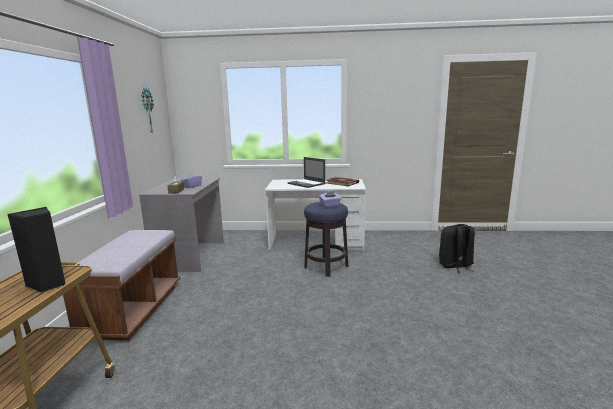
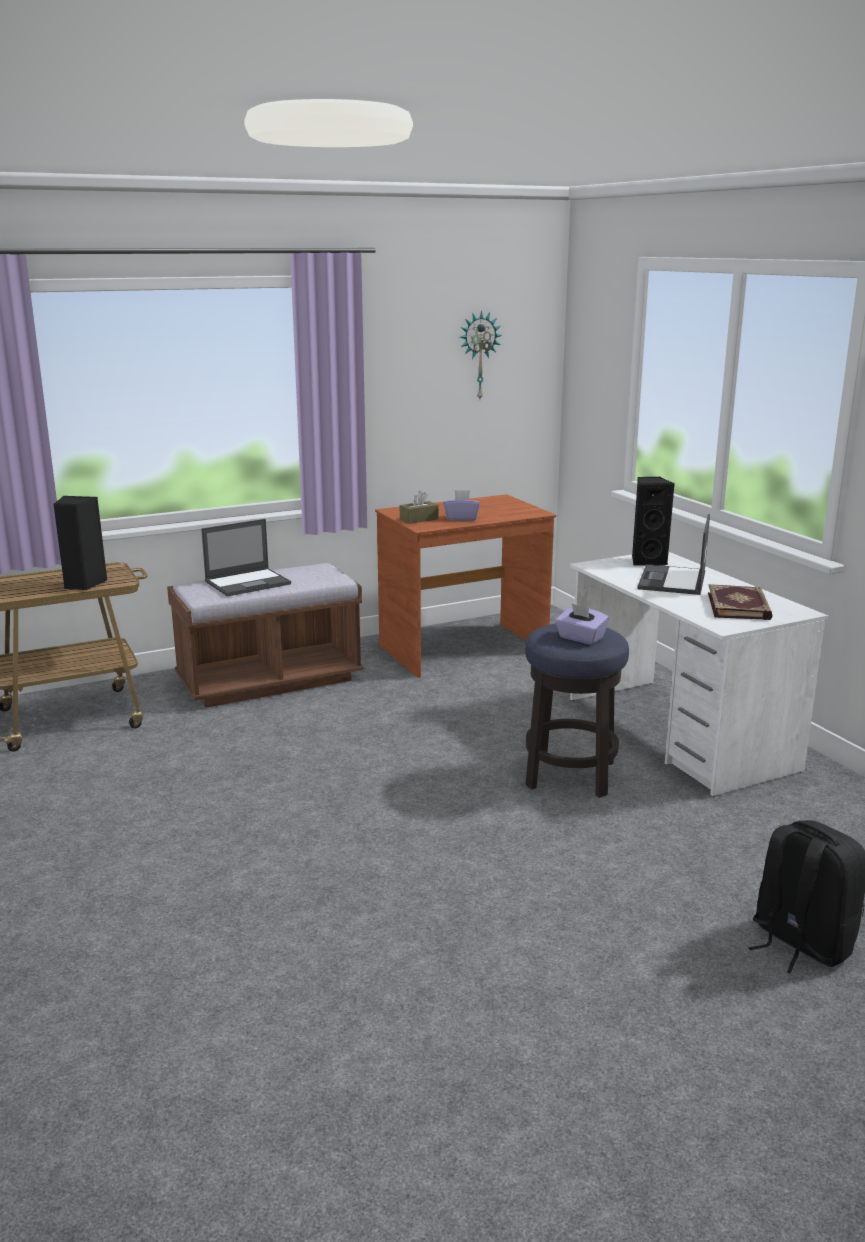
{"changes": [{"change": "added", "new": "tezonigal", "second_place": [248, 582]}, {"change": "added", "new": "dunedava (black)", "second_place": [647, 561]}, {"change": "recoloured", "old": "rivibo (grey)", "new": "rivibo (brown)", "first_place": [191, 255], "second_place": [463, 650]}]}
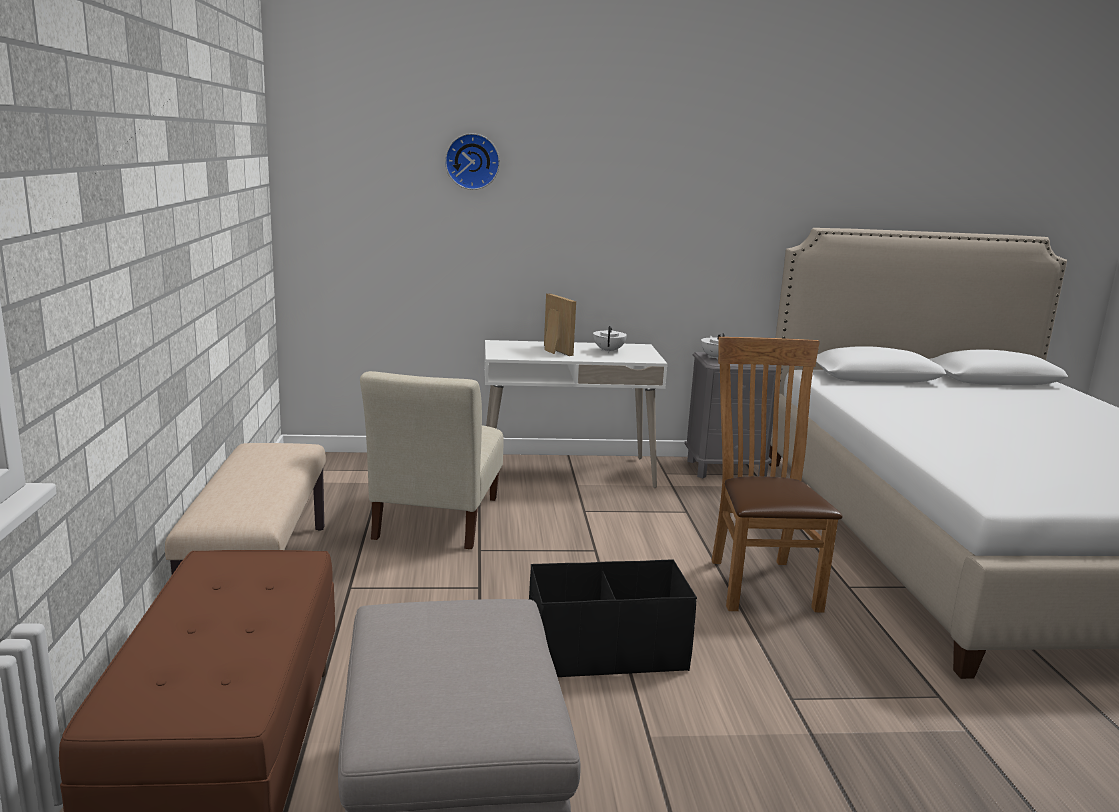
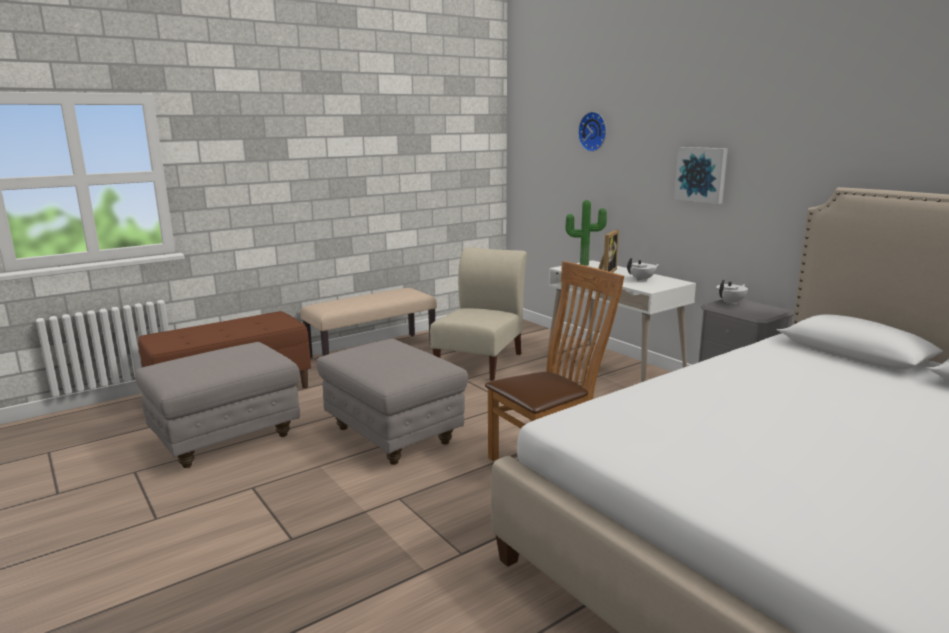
{"changes": [{"change": "added", "new": "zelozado", "second_place": [584, 264]}, {"change": "added", "new": "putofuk", "second_place": [701, 174]}, {"change": "replaced", "old": "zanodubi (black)", "new": "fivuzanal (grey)", "first_place": [605, 652], "second_place": [392, 436]}, {"change": "turned", "old": "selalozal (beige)", "first_place": [435, 521], "second_place": [481, 361], "degrees": 135}]}
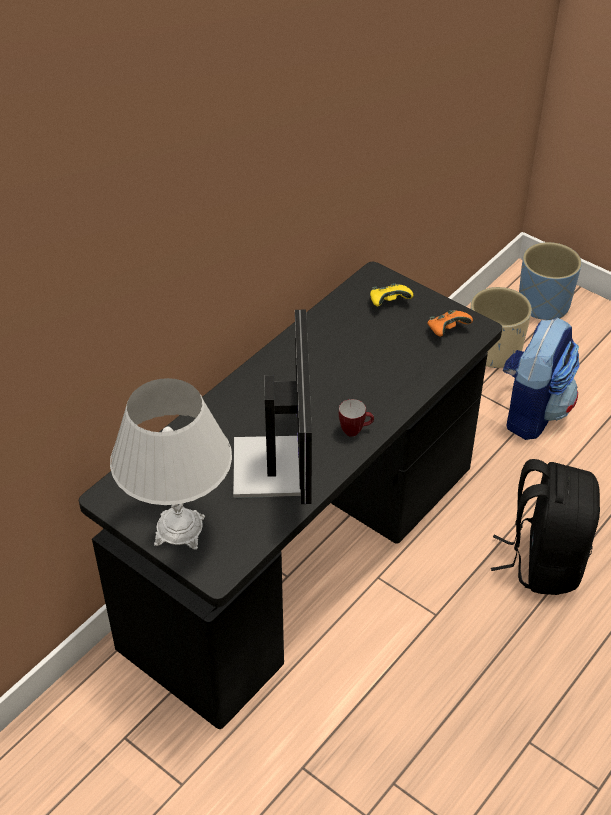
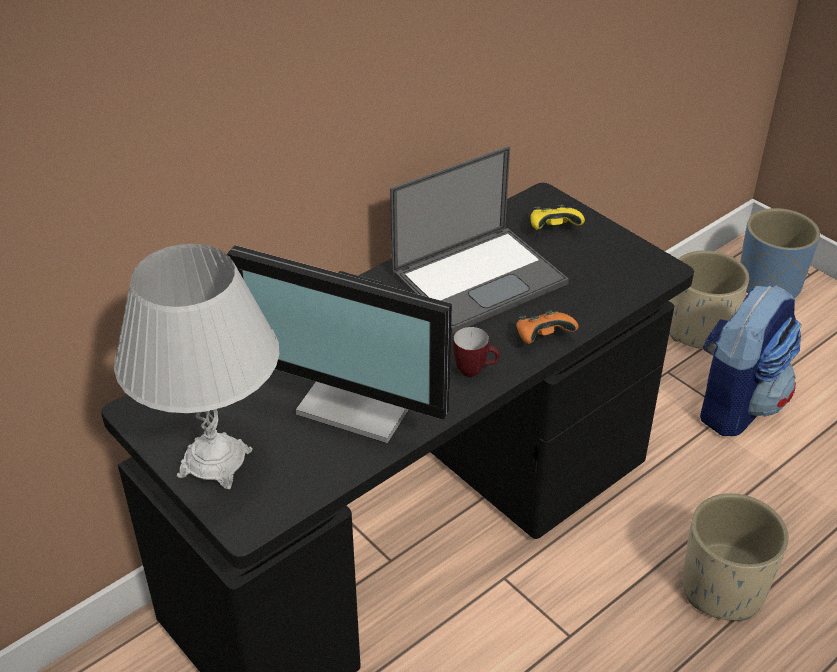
{"changes": [{"change": "added", "new": "tezonigal", "second_place": [480, 278]}, {"change": "moved", "old": "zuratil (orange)", "first_place": [447, 330], "second_place": [543, 338]}, {"change": "replaced", "old": "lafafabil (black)", "new": "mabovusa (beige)", "first_place": [543, 561], "second_place": [722, 588]}, {"change": "turned", "old": "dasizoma", "first_place": [276, 466], "second_place": [362, 400], "degrees": 105}]}
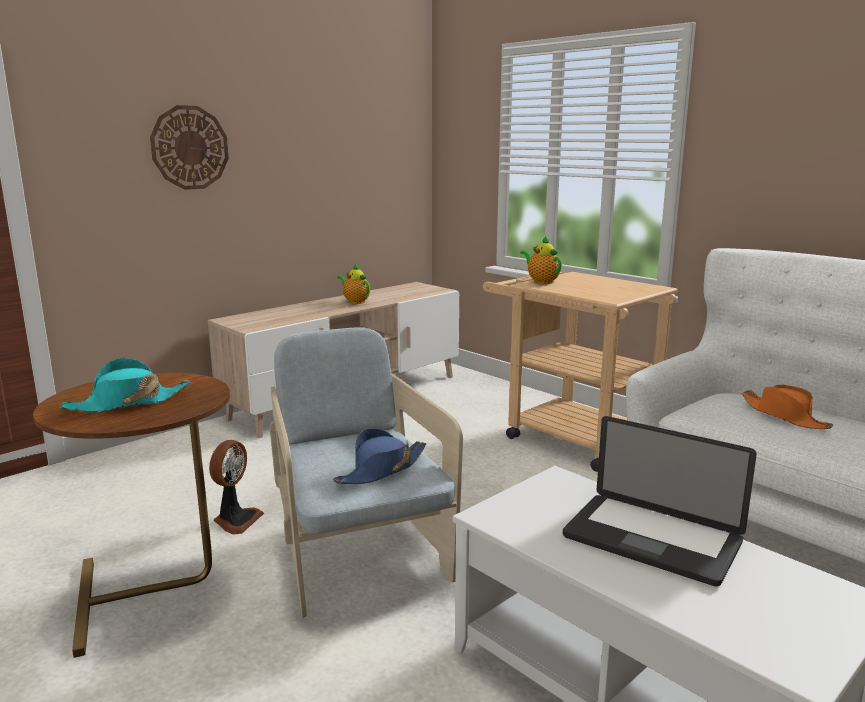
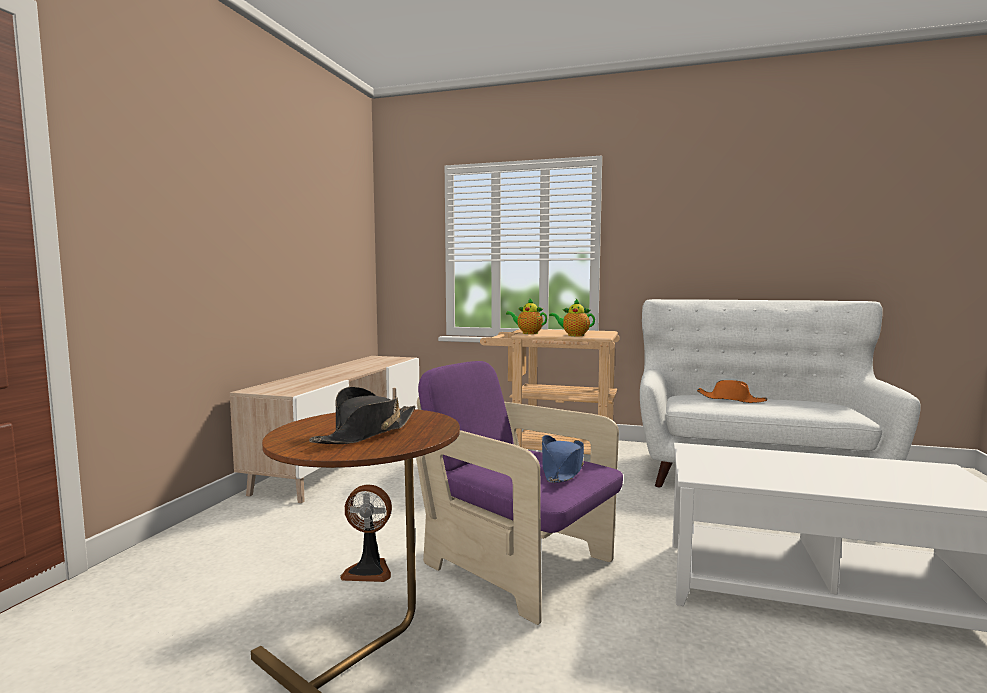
{"changes": [{"change": "removed", "old": "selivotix", "first_place": [190, 148]}, {"change": "removed", "old": "tezonigal", "first_place": [651, 540]}, {"change": "moved", "old": "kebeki", "first_place": [355, 301], "second_place": [573, 335]}, {"change": "recoloured", "old": "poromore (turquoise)", "new": "poromore (black)", "first_place": [127, 403], "second_place": [367, 433]}, {"change": "recoloured", "old": "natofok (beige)", "new": "natofok (purple)", "first_place": [359, 556], "second_place": [517, 565]}, {"change": "turned", "old": "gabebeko", "first_place": [236, 520], "second_place": [369, 570], "degrees": 105}]}
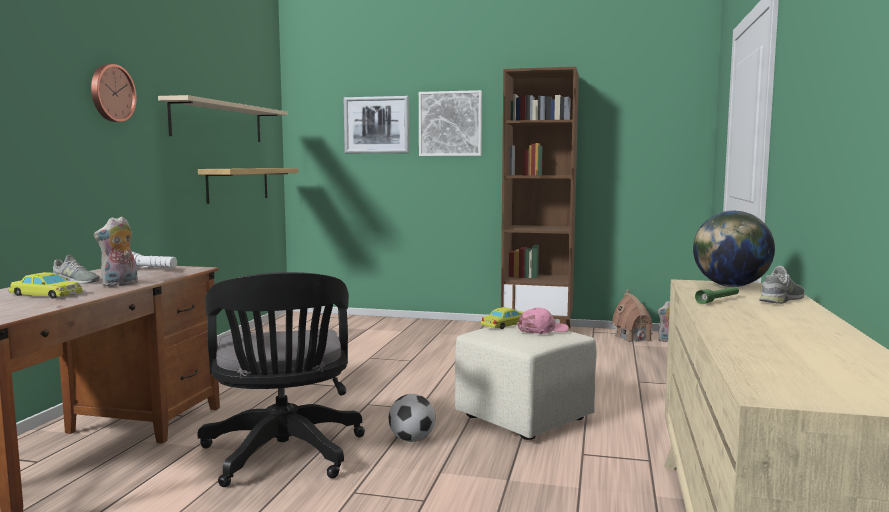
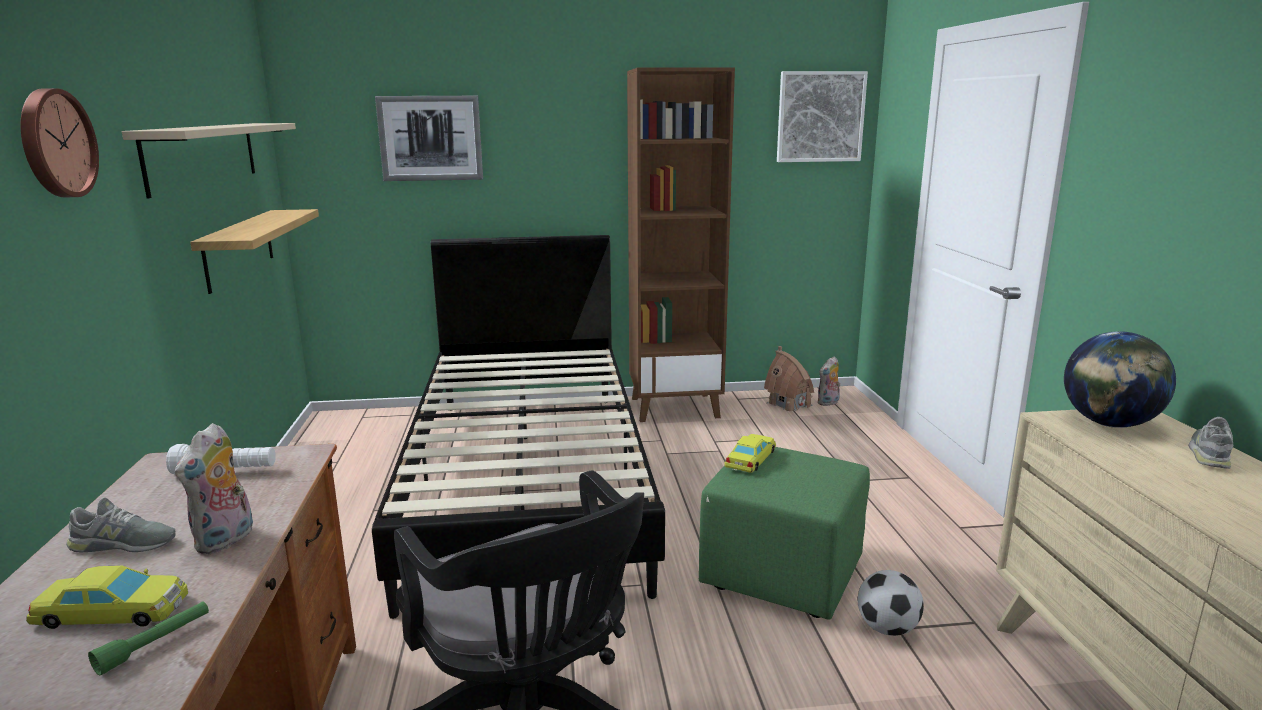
{"changes": [{"change": "removed", "old": "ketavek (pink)", "first_place": [542, 330]}, {"change": "added", "new": "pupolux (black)", "second_place": [528, 479]}, {"change": "moved", "old": "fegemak", "first_place": [412, 440], "second_place": [887, 629]}, {"change": "moved", "old": "putofuk", "first_place": [450, 123], "second_place": [820, 117]}, {"change": "moved", "old": "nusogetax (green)", "first_place": [718, 300], "second_place": [155, 644]}, {"change": "recoloured", "old": "fivuzanal (beige)", "new": "fivuzanal (green)", "first_place": [522, 417], "second_place": [779, 574]}]}
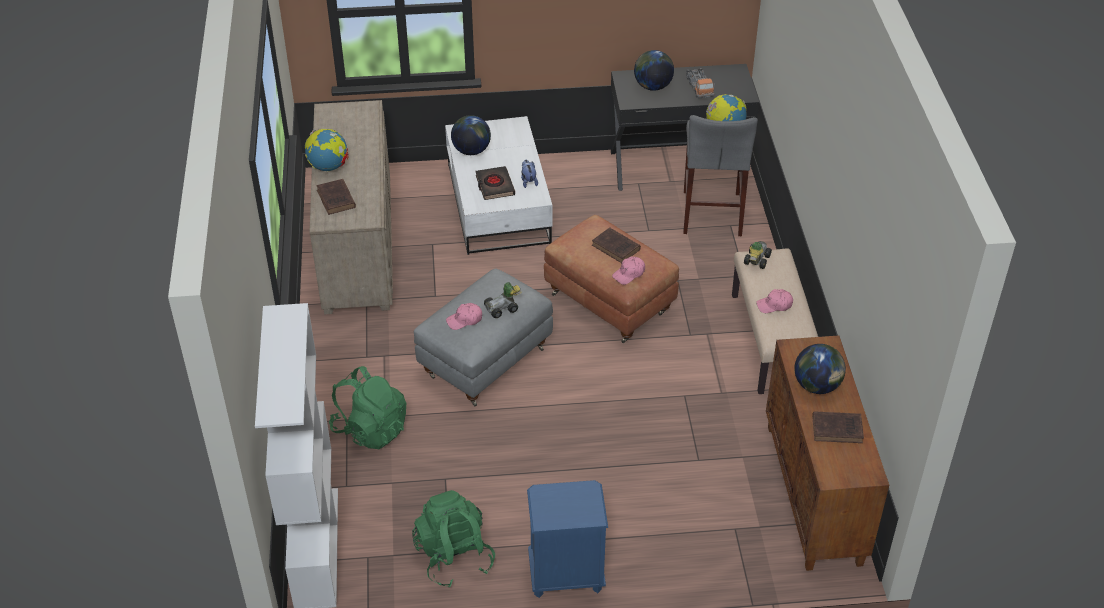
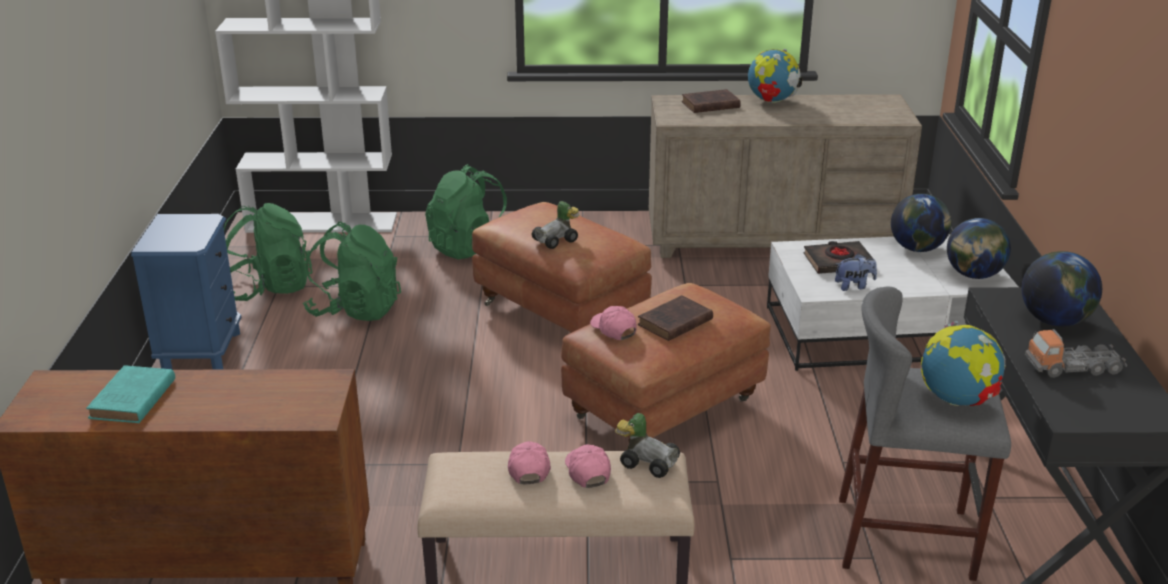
{"changes": [{"change": "added", "new": "lafafabil (green)", "second_place": [355, 310]}, {"change": "moved", "old": "ketavek (pink)", "first_place": [464, 320], "second_place": [587, 471]}, {"change": "moved", "old": "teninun", "first_place": [817, 386], "second_place": [973, 275]}, {"change": "recoloured", "old": "fivuzanal (grey)", "new": "fivuzanal (brown)", "first_place": [485, 361], "second_place": [562, 314]}, {"change": "recoloured", "old": "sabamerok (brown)", "new": "sabamerok (turquoise)", "first_place": [838, 429], "second_place": [132, 400]}, {"change": "turned", "old": "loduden", "first_place": [503, 308], "second_place": [557, 240], "degrees": -105}]}
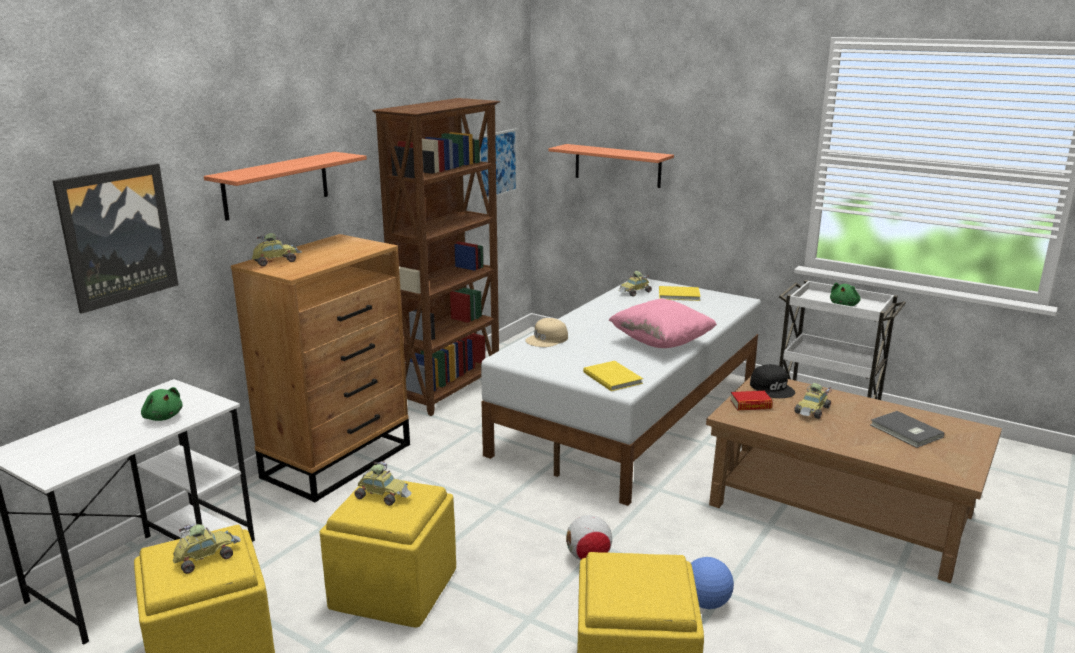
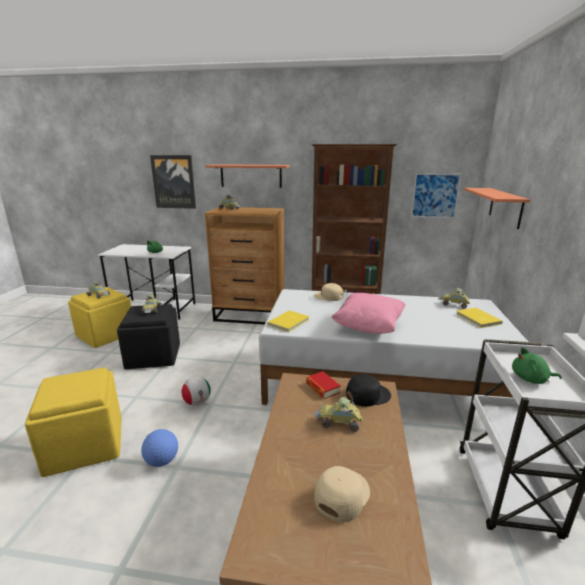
{"changes": [{"change": "replaced", "old": "sabamerok (grey)", "new": "ketavek (beige)", "first_place": [906, 432], "second_place": [341, 494]}, {"change": "recoloured", "old": "fivuzanal (yellow)", "new": "fivuzanal (black)", "first_place": [393, 588], "second_place": [154, 355]}, {"change": "turned", "old": "ketavek (black)", "first_place": [772, 388], "second_place": [367, 394], "degrees": -150}]}
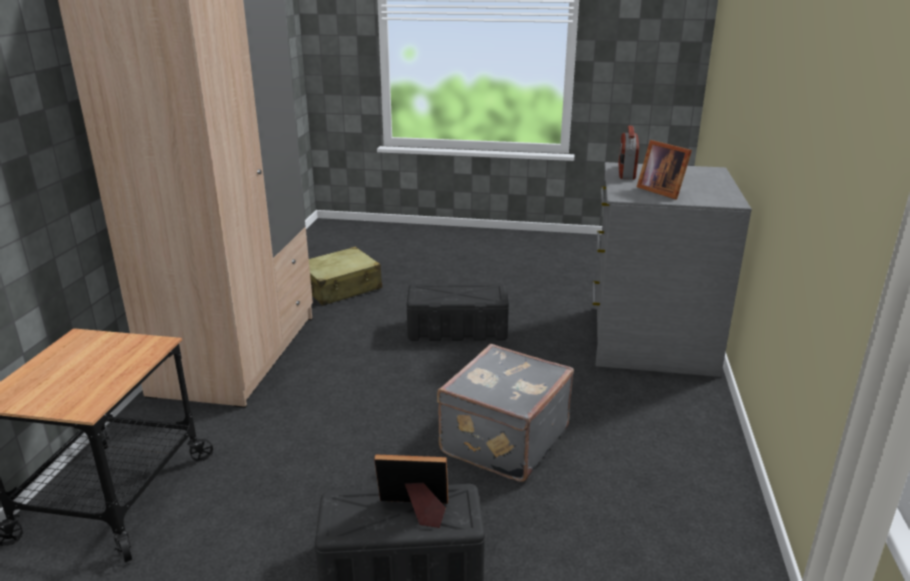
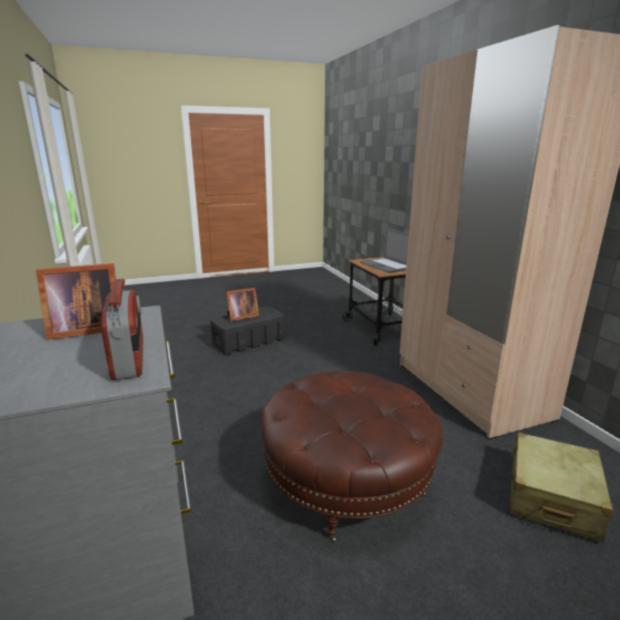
{"changes": [{"change": "removed", "old": "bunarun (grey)", "first_place": [502, 440]}, {"change": "added", "new": "tezonigal", "second_place": [386, 266]}, {"change": "replaced", "old": "zanodubi (black)", "new": "fivuzanal (brown)", "first_place": [458, 330], "second_place": [347, 479]}, {"change": "turned", "old": "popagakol", "first_place": [661, 191], "second_place": [84, 330], "degrees": 135}]}
